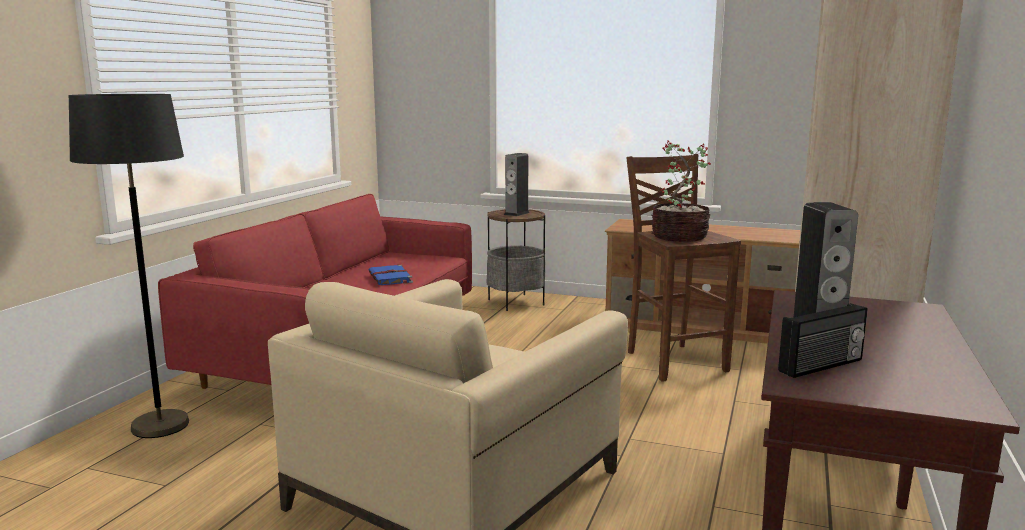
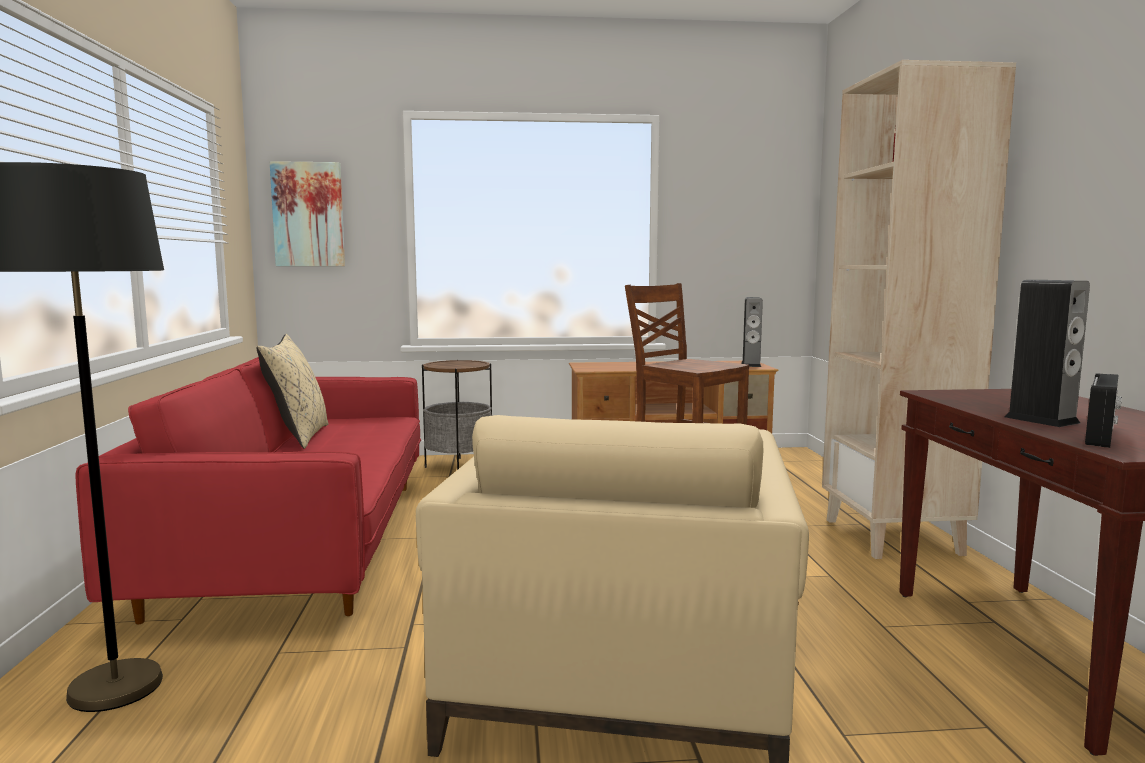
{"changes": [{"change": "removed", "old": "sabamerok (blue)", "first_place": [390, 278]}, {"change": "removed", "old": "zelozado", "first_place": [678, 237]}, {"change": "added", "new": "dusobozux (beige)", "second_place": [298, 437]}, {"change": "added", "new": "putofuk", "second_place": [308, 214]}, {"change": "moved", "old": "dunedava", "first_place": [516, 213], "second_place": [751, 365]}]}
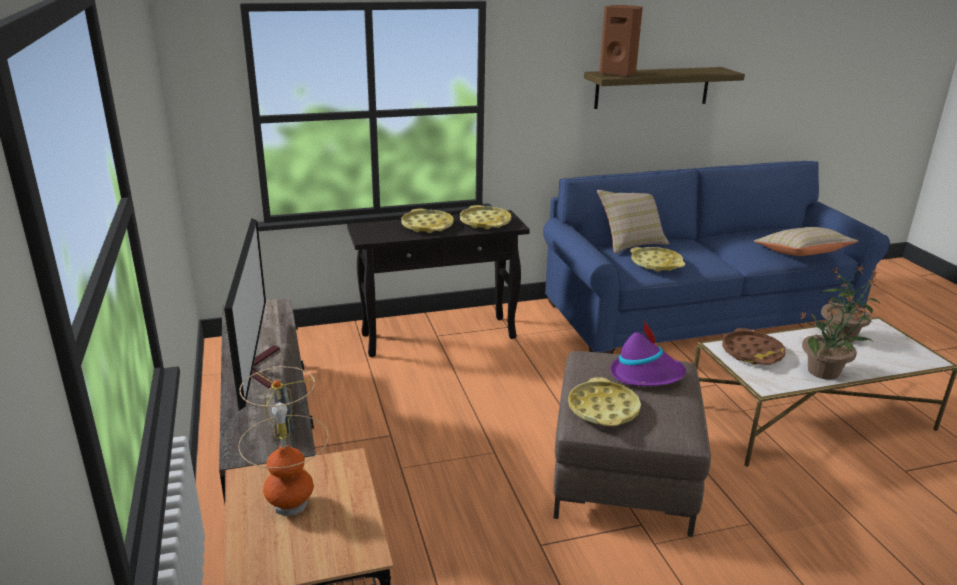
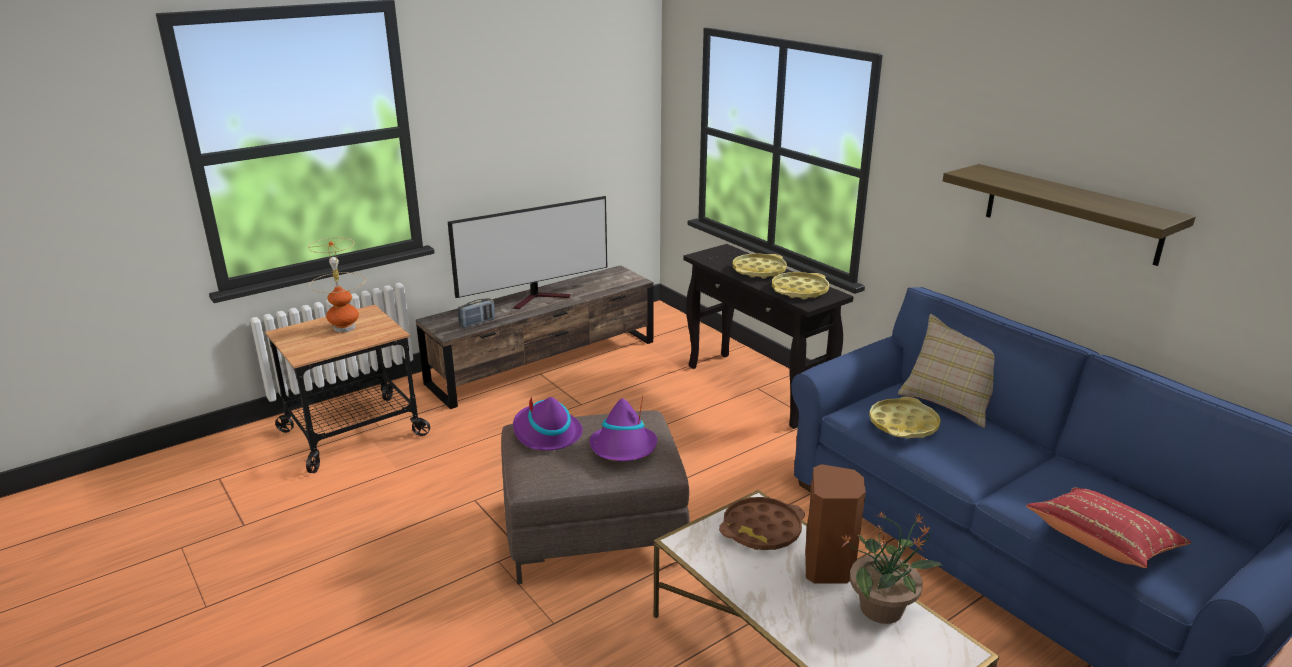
{"changes": [{"change": "removed", "old": "zelozado", "first_place": [824, 372]}, {"change": "moved", "old": "dunedava (brown)", "first_place": [619, 74], "second_place": [829, 568]}, {"change": "replaced", "old": "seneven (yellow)", "new": "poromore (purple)", "first_place": [603, 409], "second_place": [546, 433]}, {"change": "recoloured", "old": "dusobozux (beige)", "new": "dusobozux (red)", "first_place": [801, 254], "second_place": [1101, 545]}]}
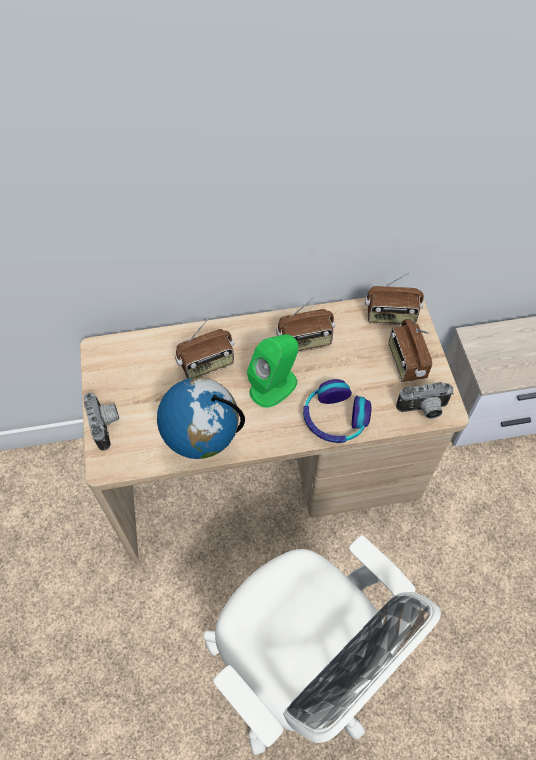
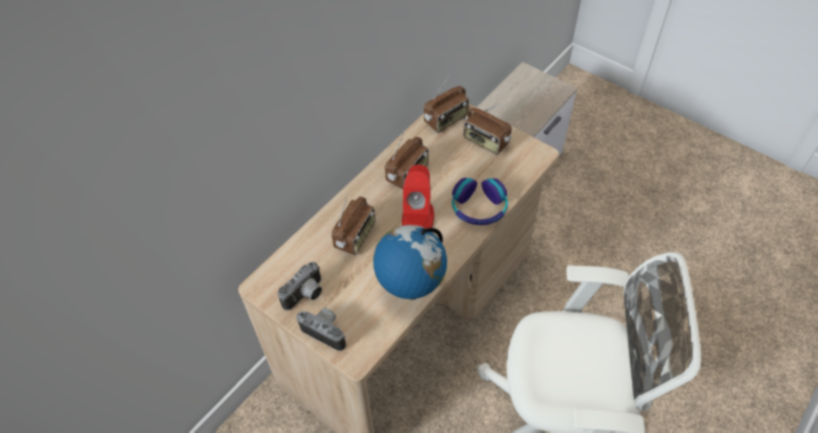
{"changes": [{"change": "moved", "old": "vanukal", "first_place": [423, 410], "second_place": [306, 296]}, {"change": "recoloured", "old": "dunedava (green)", "new": "dunedava (red)", "first_place": [274, 386], "second_place": [418, 217]}]}
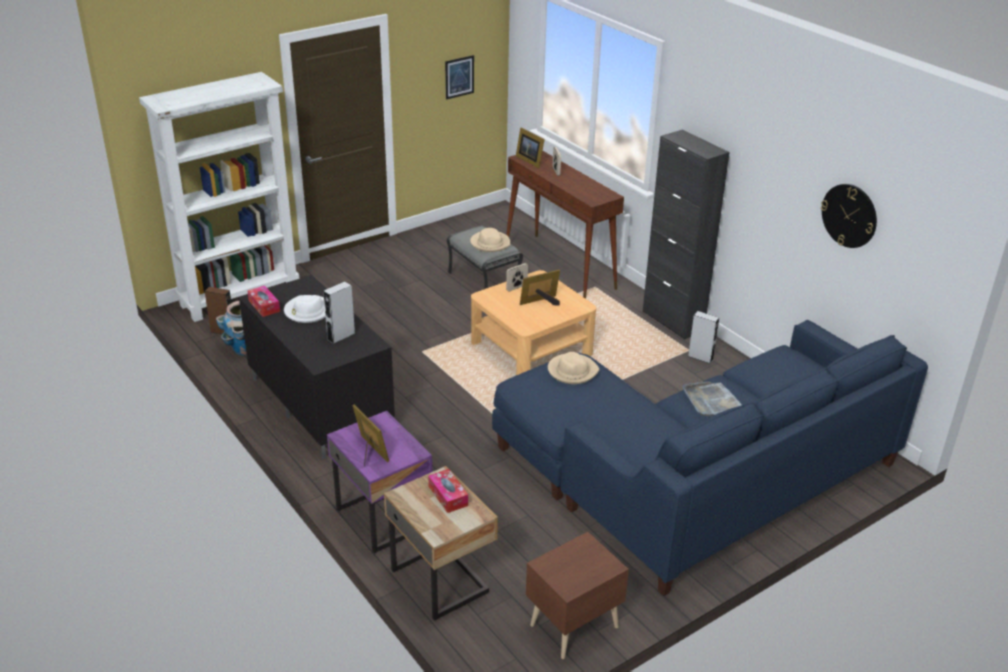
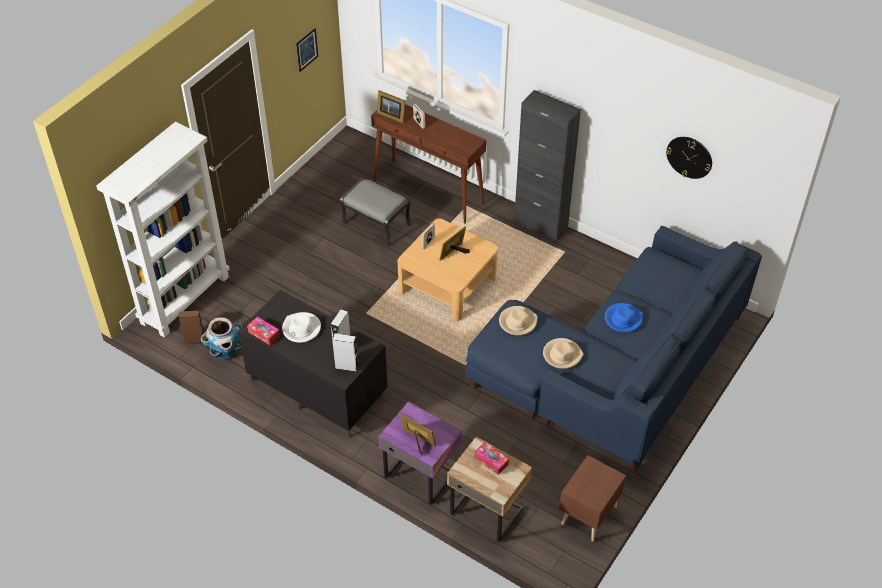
{"changes": [{"change": "moved", "old": "poromore (beige)", "first_place": [490, 243], "second_place": [562, 355]}, {"change": "moved", "old": "dunedava (grey)", "first_place": [700, 357], "second_place": [346, 366]}, {"change": "replaced", "old": "seneven (grey)", "new": "poromore (blue)", "first_place": [712, 401], "second_place": [623, 319]}]}
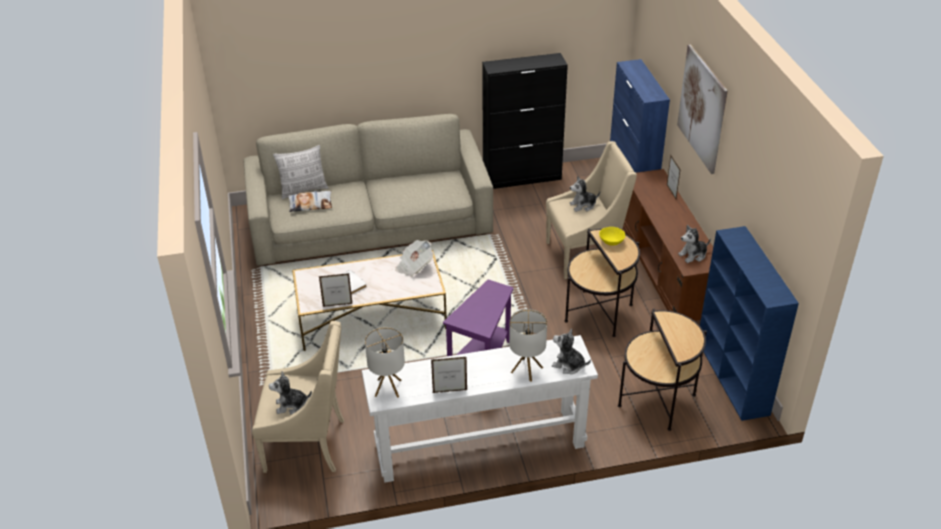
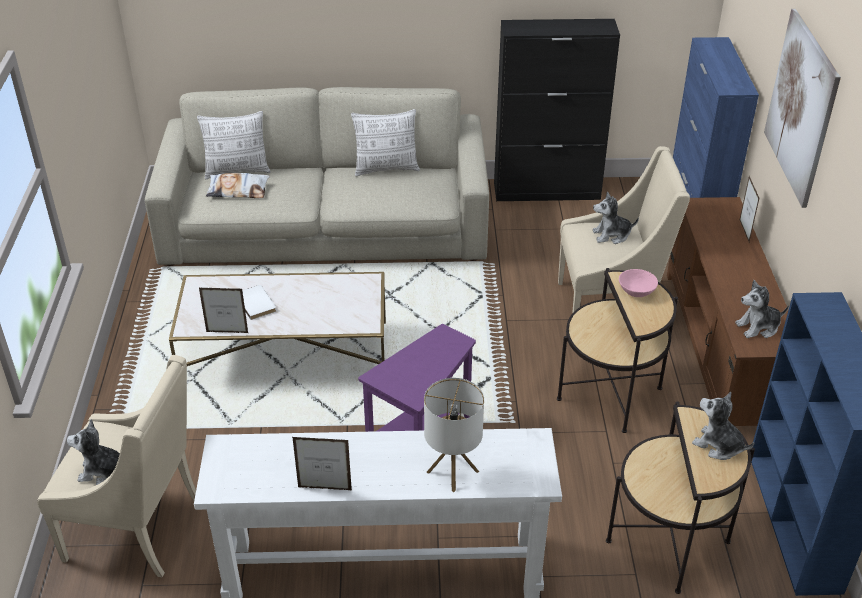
{"changes": [{"change": "removed", "old": "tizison", "first_place": [388, 388]}, {"change": "removed", "old": "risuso", "first_place": [414, 266]}, {"change": "added", "new": "dusobozux", "second_place": [386, 169]}, {"change": "moved", "old": "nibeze", "first_place": [568, 365], "second_place": [718, 445]}, {"change": "recoloured", "old": "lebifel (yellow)", "new": "lebifel (pink)", "first_place": [611, 242], "second_place": [636, 291]}]}
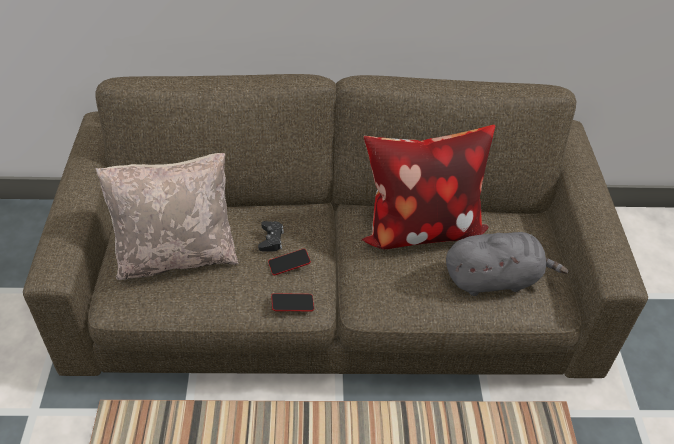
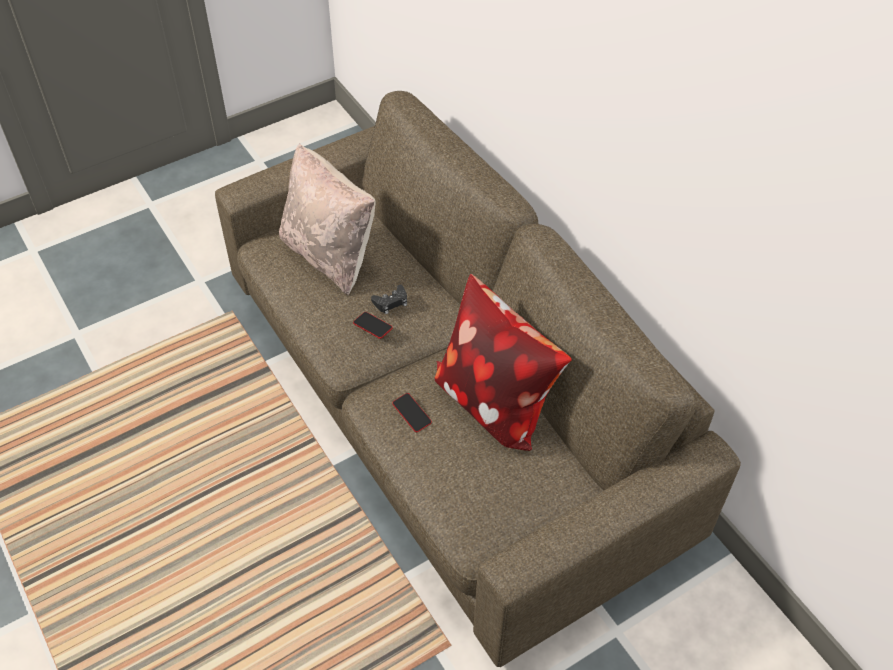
{"changes": [{"change": "removed", "old": "nibeze (grey)", "first_place": [494, 279]}, {"change": "moved", "old": "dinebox", "first_place": [292, 304], "second_place": [412, 414]}]}
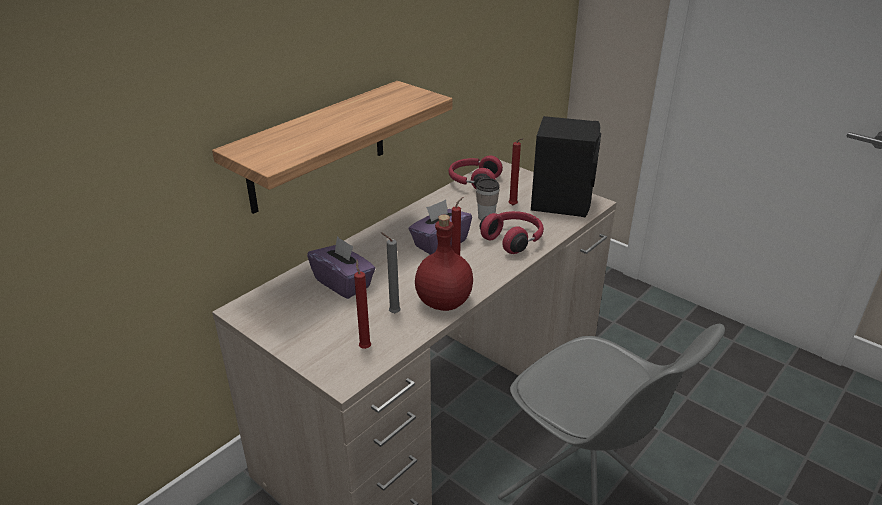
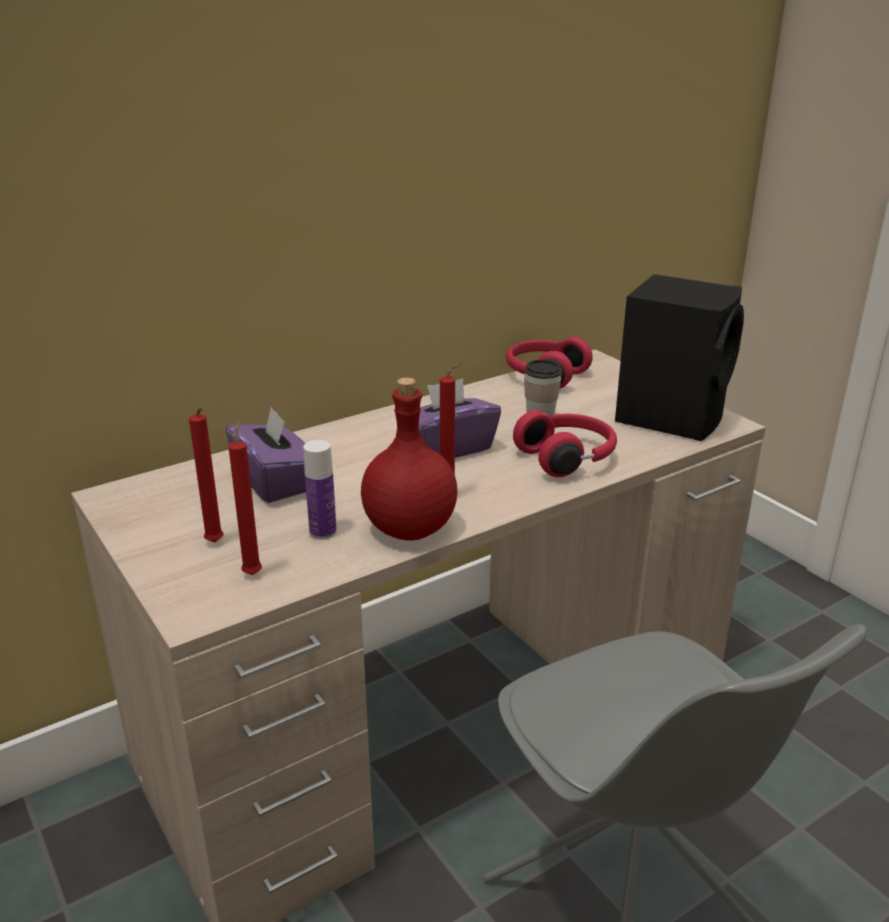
{"changes": [{"change": "removed", "old": "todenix", "first_place": [317, 147]}, {"change": "moved", "old": "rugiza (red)", "first_place": [514, 206], "second_place": [215, 544]}, {"change": "replaced", "old": "rugiza (grey)", "new": "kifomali", "first_place": [392, 313], "second_place": [323, 532]}]}
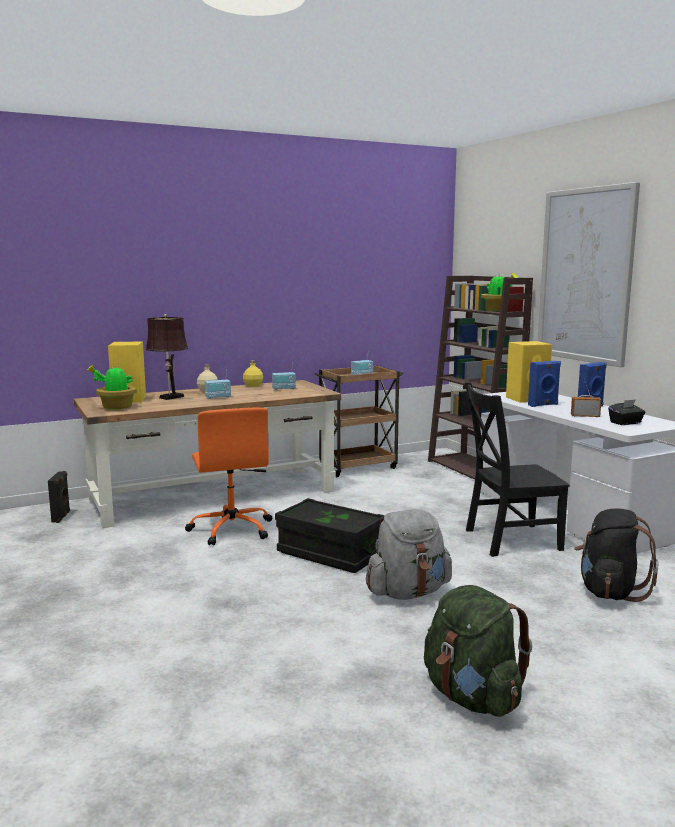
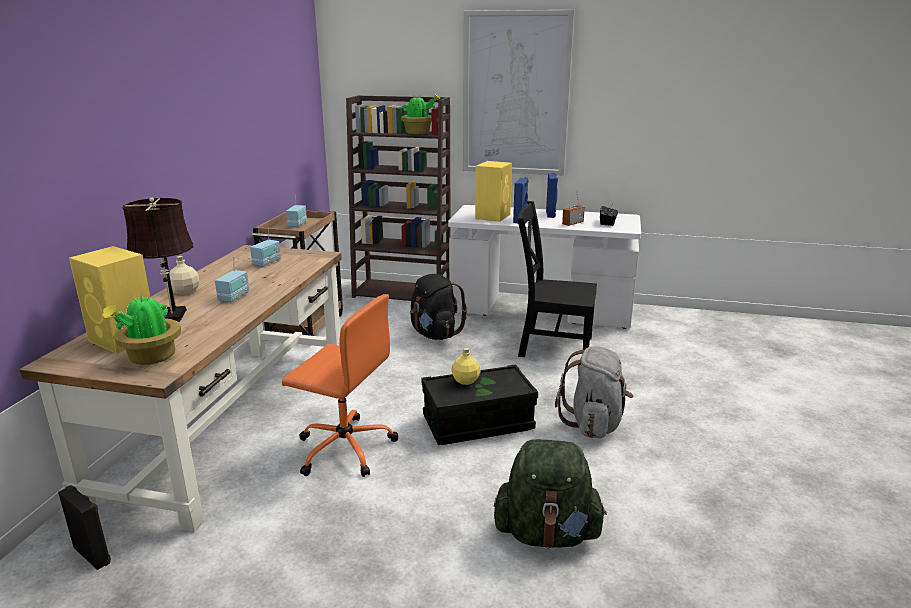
{"changes": [{"change": "moved", "old": "kifomali (yellow)", "first_place": [253, 385], "second_place": [466, 380]}, {"change": "moved", "old": "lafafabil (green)", "first_place": [472, 697], "second_place": [547, 534]}, {"change": "moved", "old": "lafafabil (black)", "first_place": [609, 591], "second_place": [435, 334]}, {"change": "turned", "old": "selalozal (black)", "first_place": [508, 540], "second_place": [552, 346], "degrees": 75}]}
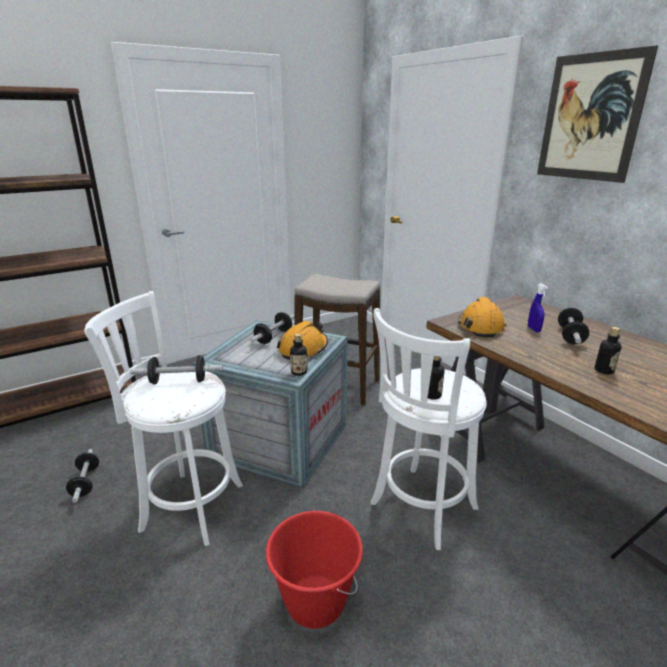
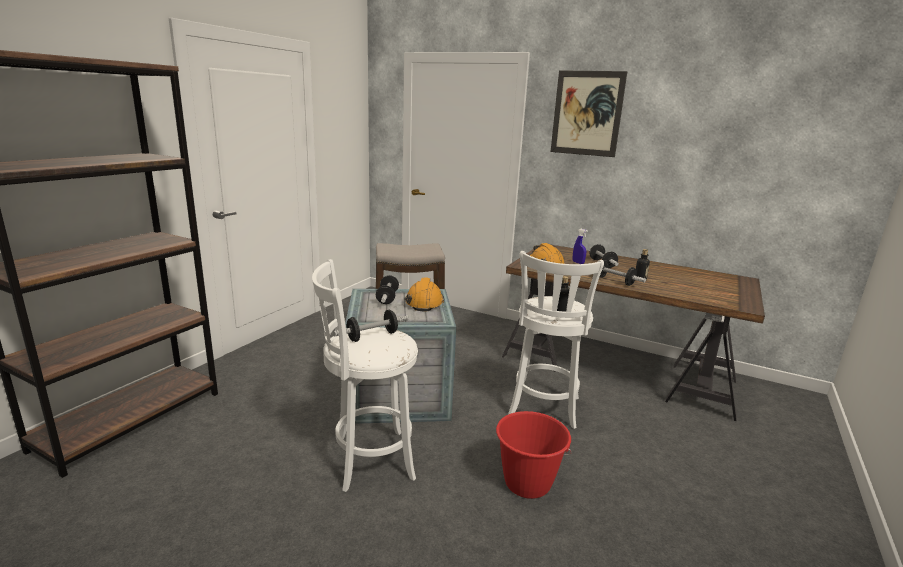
{"changes": [{"change": "removed", "old": "kifomali", "first_place": [299, 372]}, {"change": "moved", "old": "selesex", "first_place": [85, 482], "second_place": [615, 281]}]}
